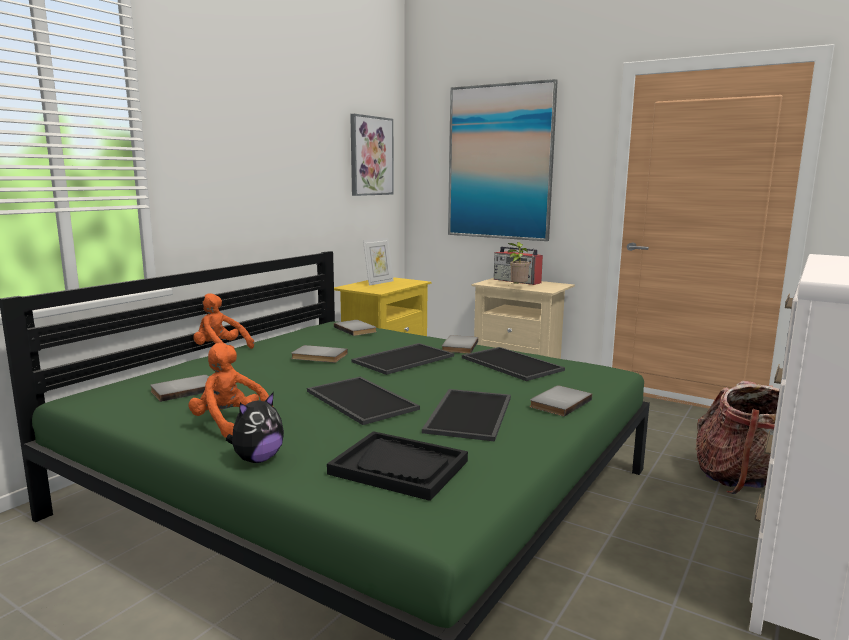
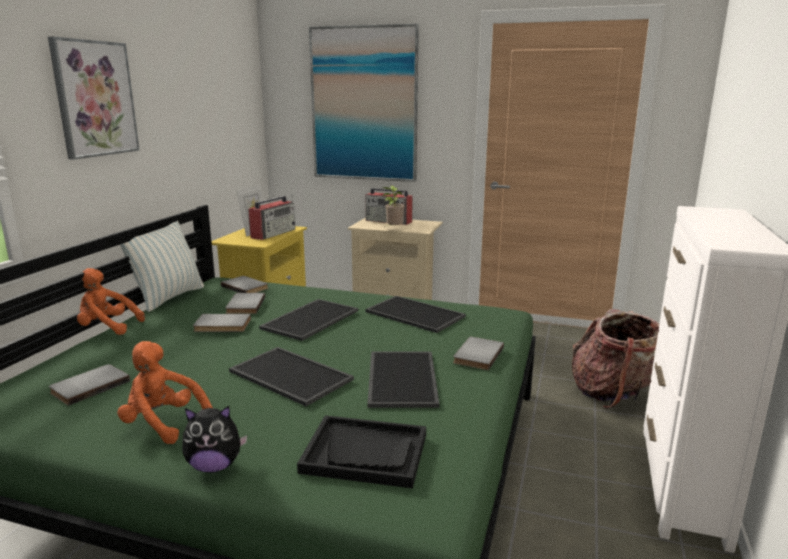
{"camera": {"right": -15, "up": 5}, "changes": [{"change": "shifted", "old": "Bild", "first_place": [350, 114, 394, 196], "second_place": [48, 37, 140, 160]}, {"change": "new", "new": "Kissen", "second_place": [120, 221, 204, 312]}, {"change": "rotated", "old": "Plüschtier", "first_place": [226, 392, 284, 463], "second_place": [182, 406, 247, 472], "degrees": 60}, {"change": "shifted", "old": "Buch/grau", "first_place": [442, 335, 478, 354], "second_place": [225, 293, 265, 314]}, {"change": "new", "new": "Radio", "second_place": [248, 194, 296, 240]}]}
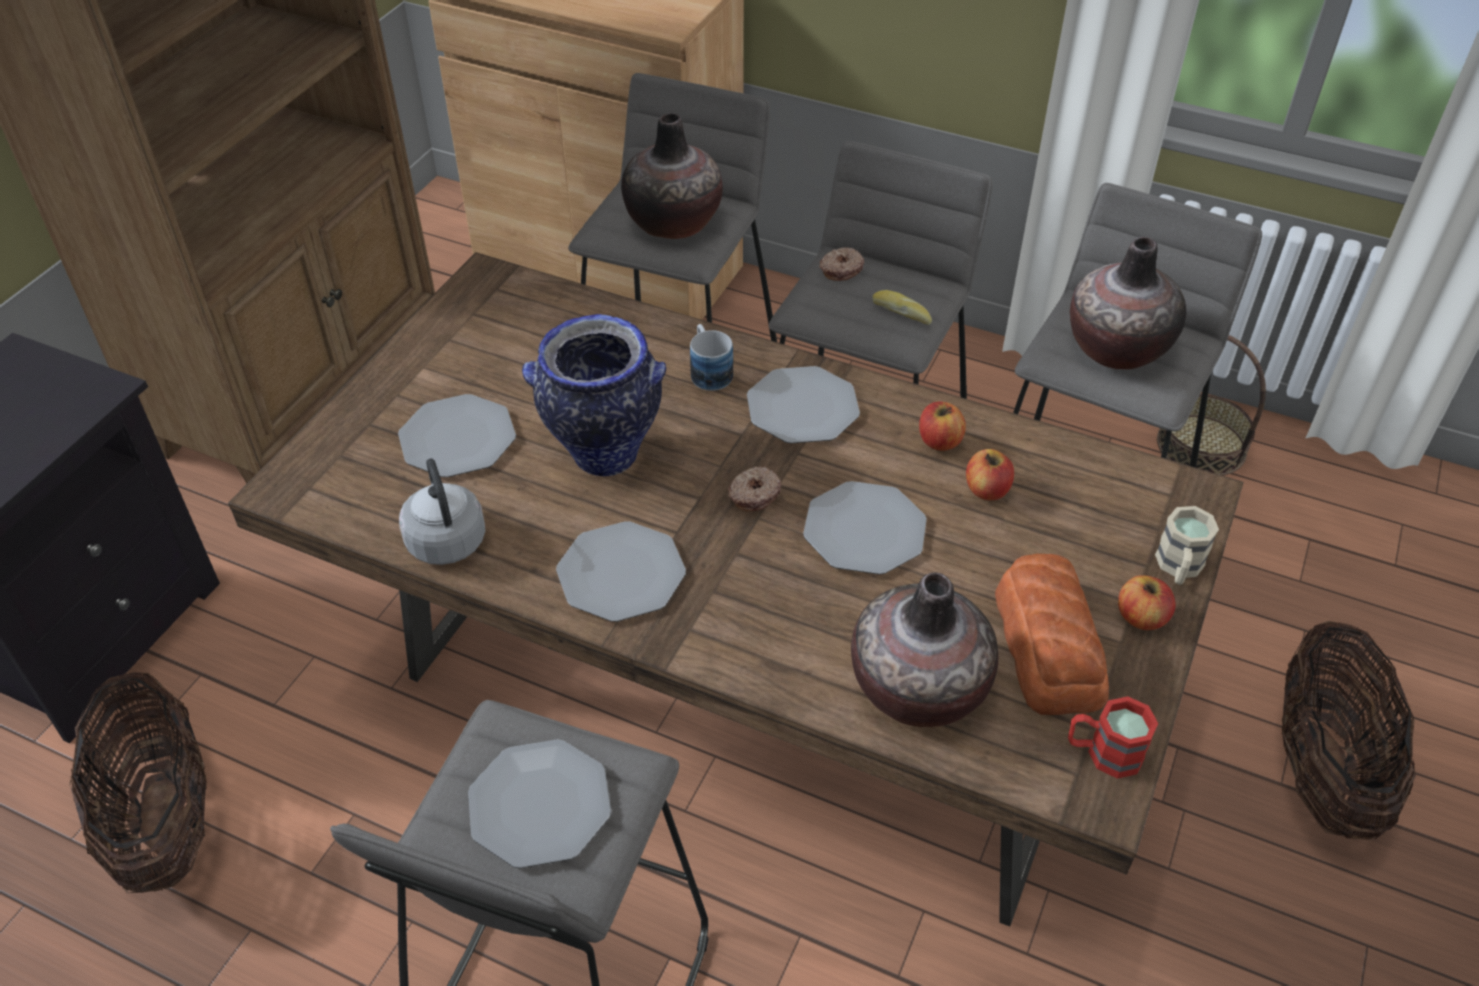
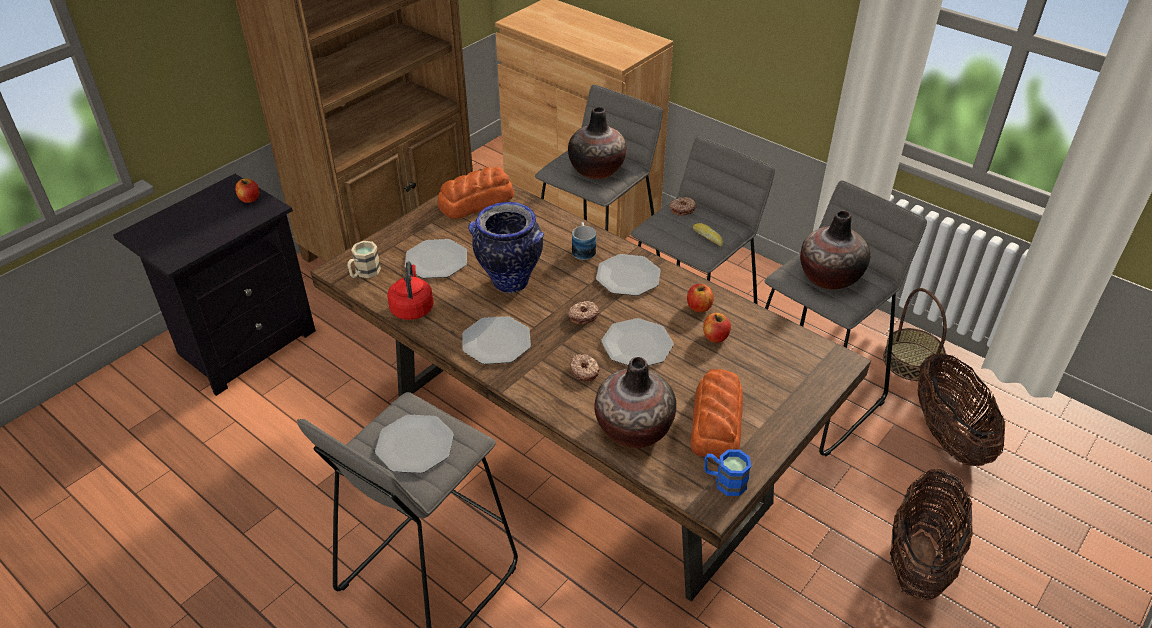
{"camera": {"right": 15, "up": -5}, "changes": [{"change": "shifted", "old": "Apfel", "first_place": [1118, 576, 1175, 630], "second_place": [235, 178, 259, 203]}, {"change": "shifted", "old": "Henkelbecher/beige", "first_place": [1155, 506, 1219, 585], "second_place": [348, 241, 381, 278]}, {"change": "repainted", "old": "Wasserkessel/grau", "new": "Wasserkessel/rot", "first_place": [399, 458, 486, 565], "second_place": [387, 262, 434, 320]}, {"change": "new", "new": "Brot", "second_place": [437, 167, 514, 219]}, {"change": "new", "new": "Donut", "second_place": [570, 354, 600, 382]}, {"change": "repainted", "old": "Henkelbecher/rot", "new": "Henkelbecher/blau", "first_place": [1068, 696, 1158, 779], "second_place": [704, 449, 751, 496]}, {"change": "shifted", "old": "Korb", "first_place": [69, 673, 207, 893], "second_place": [918, 353, 1005, 466]}]}
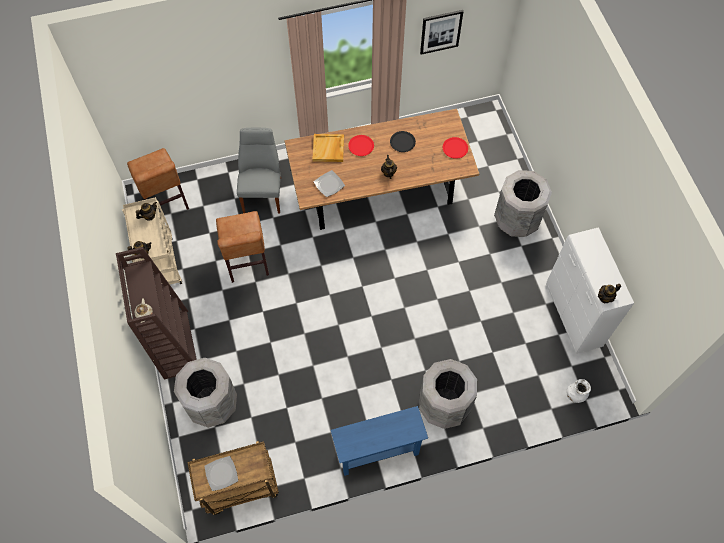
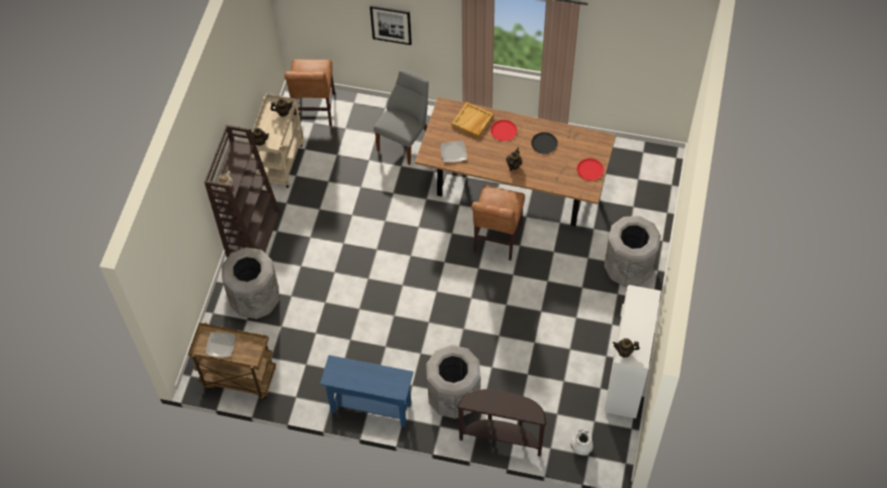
{"camera": {"right": 30, "up": -5}, "changes": [{"change": "shifted", "old": "Bild", "first_place": [420, 10, 463, 55], "second_place": [370, 5, 412, 45]}, {"change": "new", "new": "Konsolentisch/braun", "second_place": [457, 389, 546, 456]}, {"change": "shifted", "old": "Stuhl/braun", "first_place": [216, 211, 269, 283], "second_place": [471, 185, 525, 261]}]}
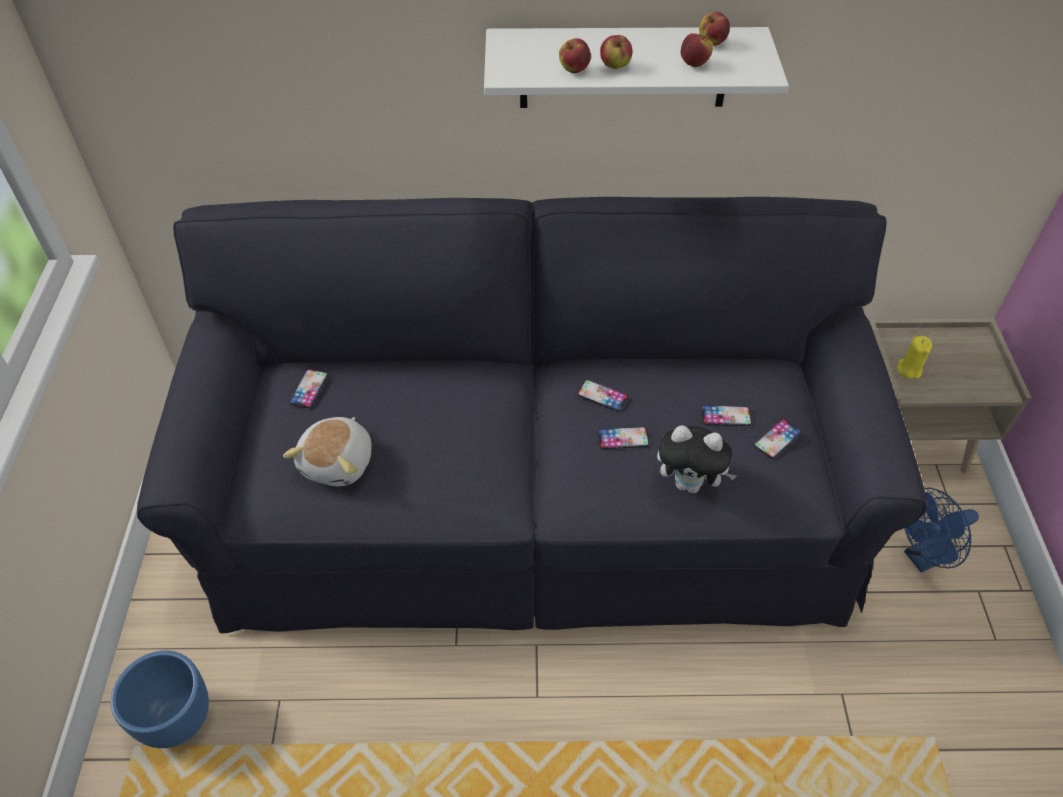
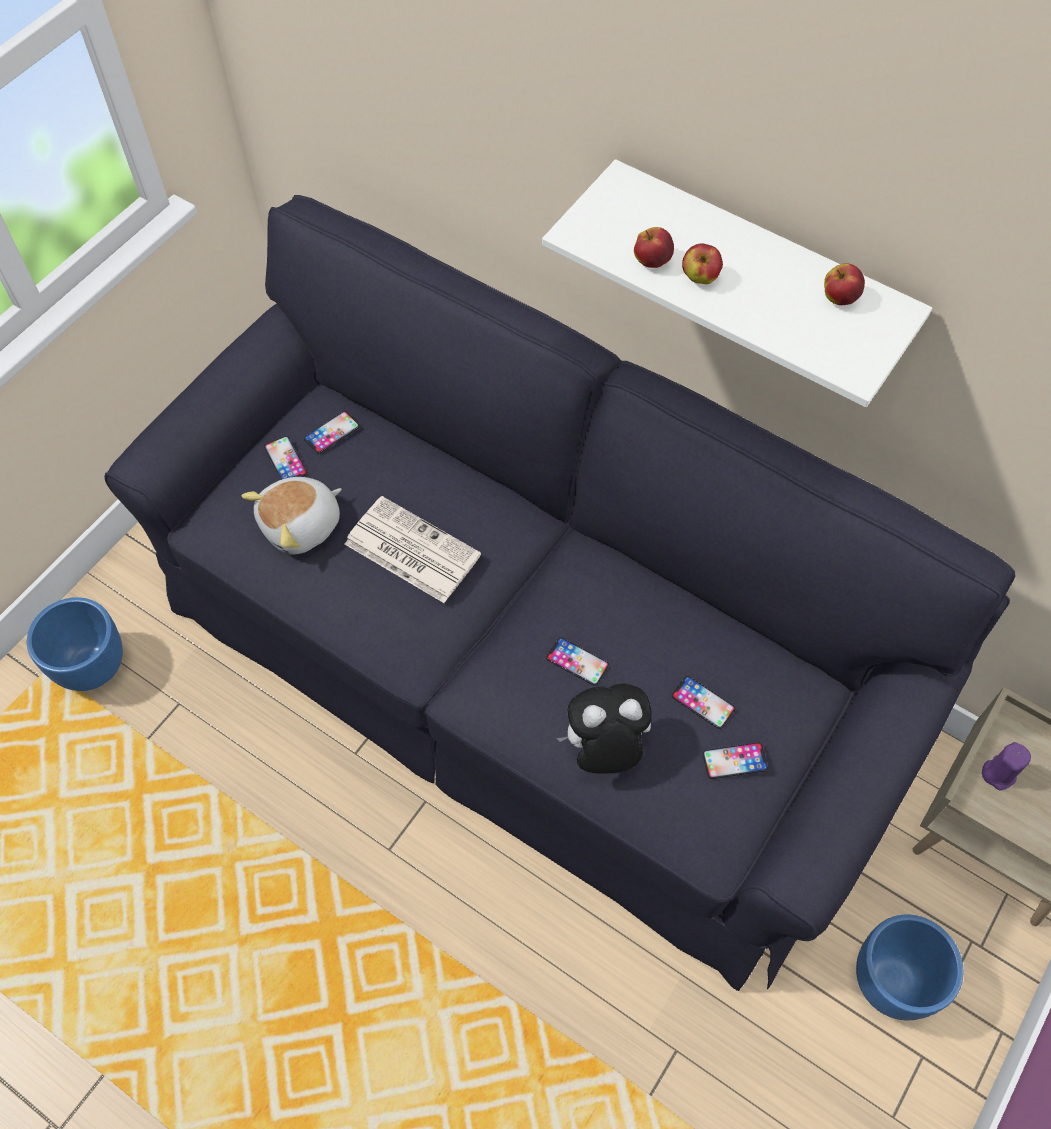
{"camera": {"right": 35, "up": 10}, "changes": [{"change": "shifted", "old": "Handy", "first_place": [577, 380, 629, 412], "second_place": [264, 436, 307, 480]}, {"change": "new", "new": "Zeitung", "second_place": [345, 496, 481, 603]}, {"change": "rotated", "old": "Plüschtier", "first_place": [657, 425, 737, 493], "second_place": [556, 683, 652, 773], "degrees": 120}, {"change": "swapped", "old": "Ventilator/blau", "new": "Pflanzkübel/blau", "first_place": [904, 488, 979, 572], "second_place": [856, 914, 964, 1021]}, {"change": "repainted", "old": "Kerze/gelb", "new": "Kerze/lila", "first_place": [897, 336, 932, 379], "second_place": [982, 742, 1031, 790]}, {"change": "gone", "old": "Apfel", "first_place": [681, 33, 713, 67]}]}
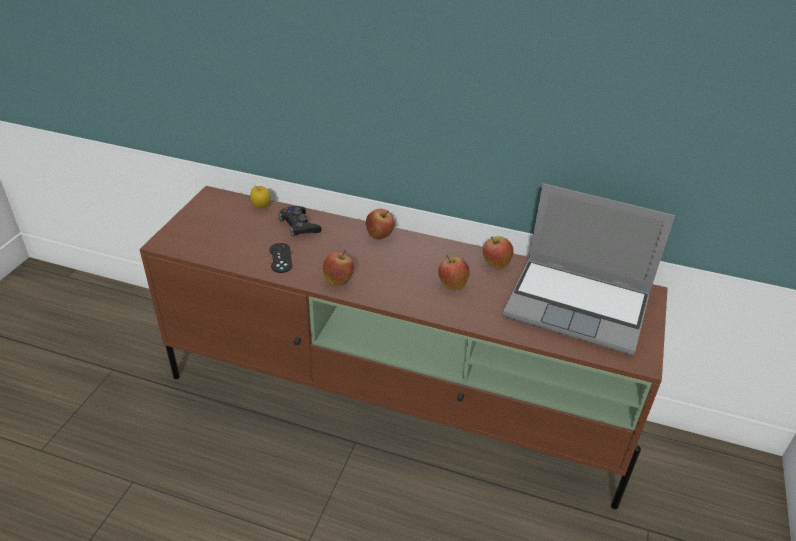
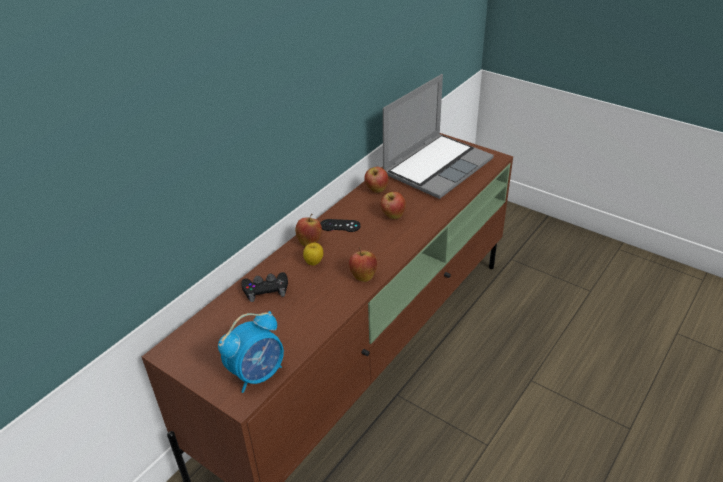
{"camera": {"right": -70, "up": 0}, "changes": [{"change": "new", "new": "Wecker", "second_place": [218, 311, 284, 393]}, {"change": "shifted", "old": "Apfel", "first_place": [250, 186, 270, 208], "second_place": [303, 243, 323, 266]}, {"change": "shifted", "old": "Gamepad/schwarz", "first_place": [270, 243, 292, 273], "second_place": [320, 219, 361, 232]}]}
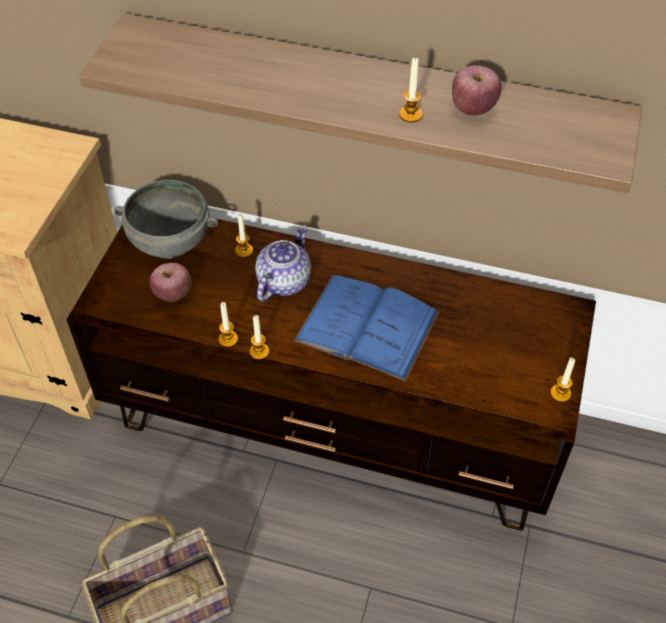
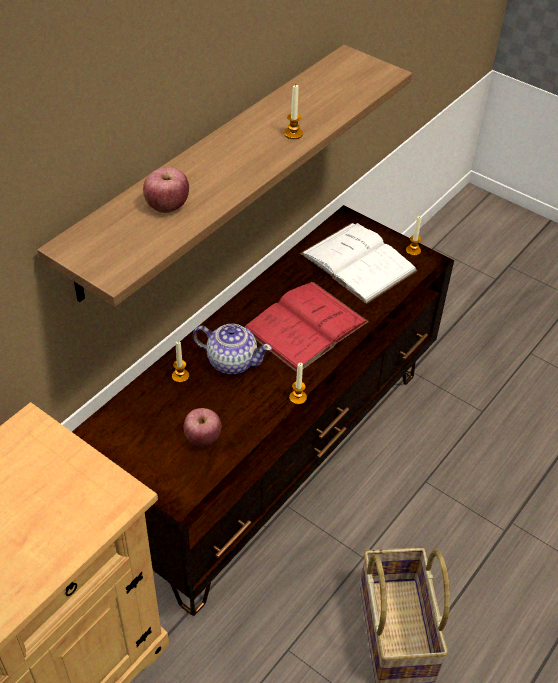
{"camera": {"right": -70, "up": -5}, "changes": [{"change": "shifted", "old": "Apfel", "first_place": [452, 65, 501, 116], "second_place": [143, 167, 189, 213]}, {"change": "rotated", "old": "Teekanne", "first_place": [255, 225, 311, 302], "second_place": [193, 324, 272, 374], "degrees": 150}, {"change": "repainted", "old": "Buch/blau", "new": "Buch/rot", "first_place": [294, 275, 440, 381], "second_place": [245, 282, 369, 372]}, {"change": "new", "new": "Buch/weiß", "second_place": [300, 223, 418, 304]}, {"change": "gone", "old": "Schüssel/grau", "first_place": [114, 180, 218, 258]}, {"change": "gone", "old": "Kerze", "first_place": [218, 302, 238, 347]}]}
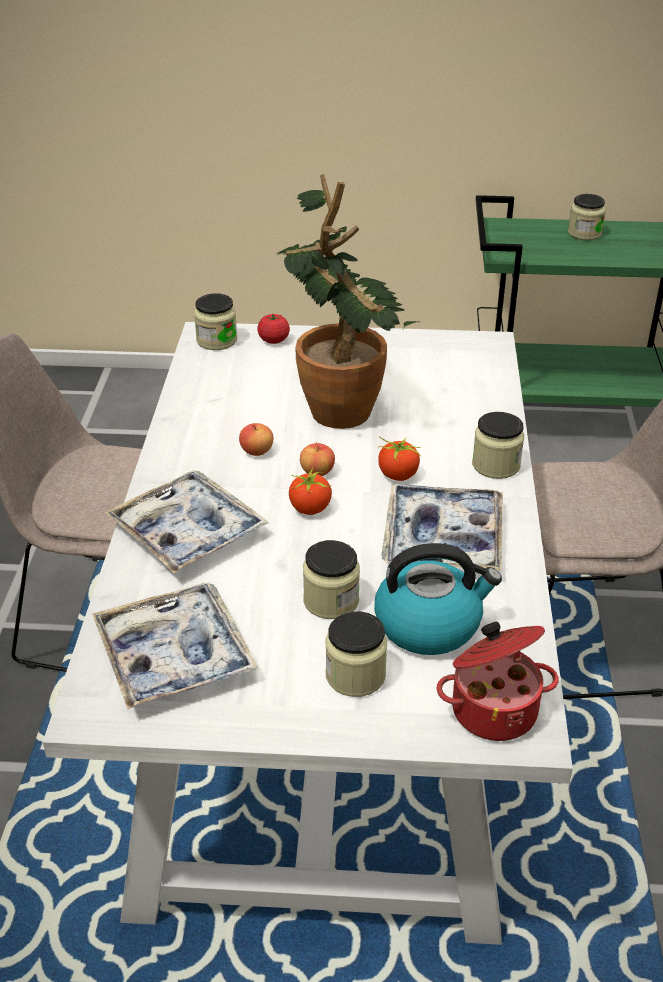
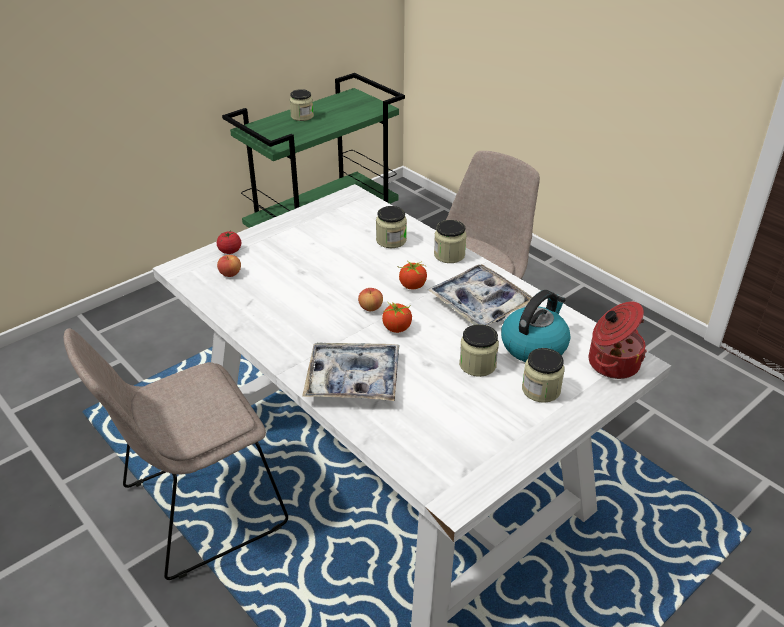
{"camera": {"right": -45, "up": 0}, "changes": [{"change": "shifted", "old": "Apfel", "first_place": [239, 423, 273, 456], "second_place": [217, 255, 241, 277]}, {"change": "shifted", "old": "Vorratsglas", "first_place": [194, 293, 237, 350], "second_place": [376, 206, 407, 248]}, {"change": "gone", "old": "Tablett", "first_place": [92, 582, 258, 709]}, {"change": "gone", "old": "Topfpflanze", "first_place": [276, 174, 419, 429]}]}
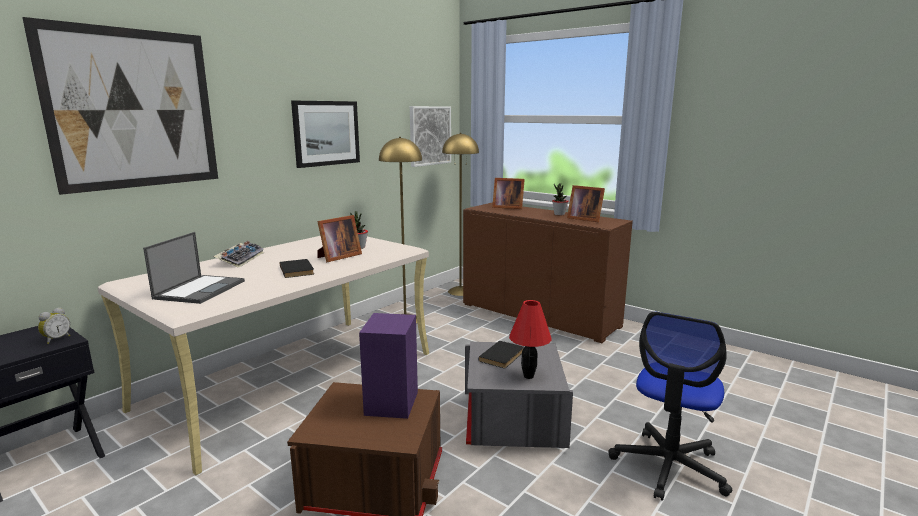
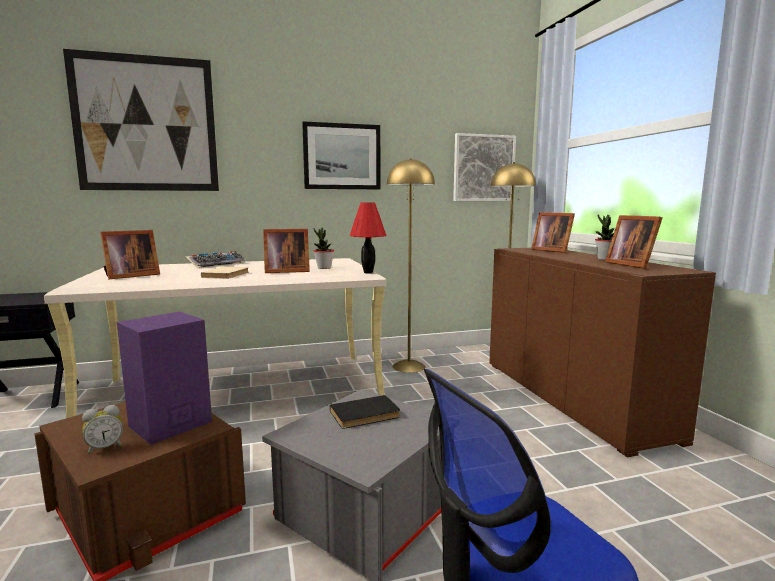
{"camera": {"right": 35, "up": -5}, "changes": [{"change": "shifted", "old": "Wecker", "first_place": [38, 307, 70, 344], "second_place": [82, 405, 123, 455]}, {"change": "swapped", "old": "Laptop", "new": "Bilderrahmen", "first_place": [143, 232, 245, 304], "second_place": [100, 230, 160, 279]}, {"change": "repainted", "old": "Buch/schwarz", "new": "Buch/beige", "first_place": [280, 259, 314, 278], "second_place": [201, 267, 249, 279]}, {"change": "shifted", "old": "Tischlampe/rot", "first_place": [509, 300, 552, 379], "second_place": [350, 203, 386, 274]}]}
